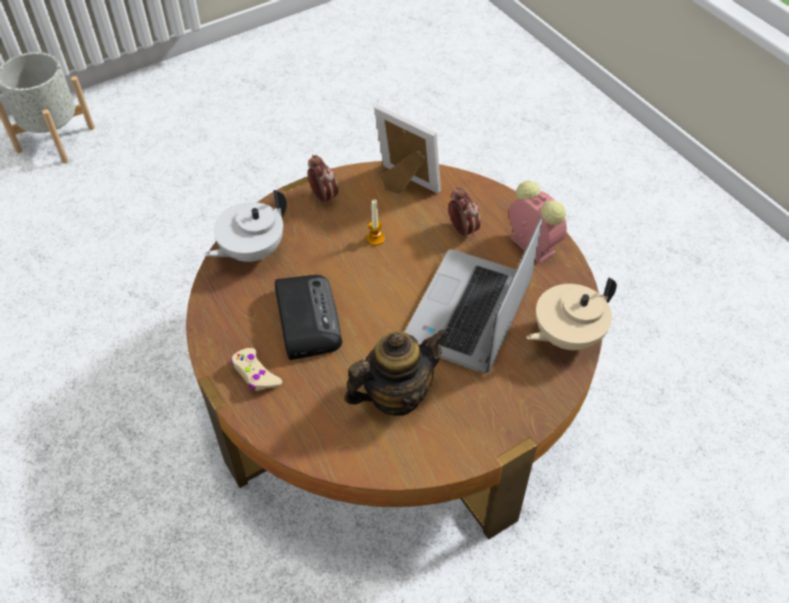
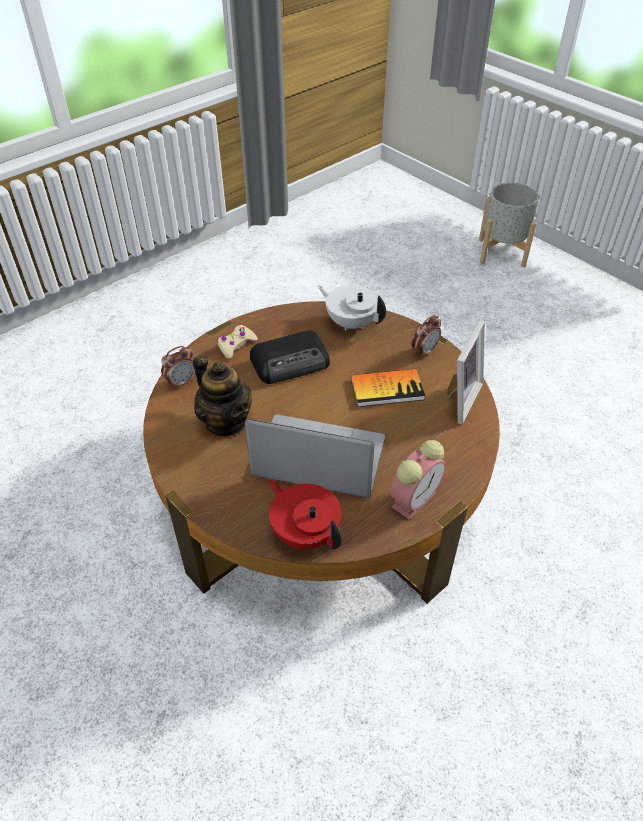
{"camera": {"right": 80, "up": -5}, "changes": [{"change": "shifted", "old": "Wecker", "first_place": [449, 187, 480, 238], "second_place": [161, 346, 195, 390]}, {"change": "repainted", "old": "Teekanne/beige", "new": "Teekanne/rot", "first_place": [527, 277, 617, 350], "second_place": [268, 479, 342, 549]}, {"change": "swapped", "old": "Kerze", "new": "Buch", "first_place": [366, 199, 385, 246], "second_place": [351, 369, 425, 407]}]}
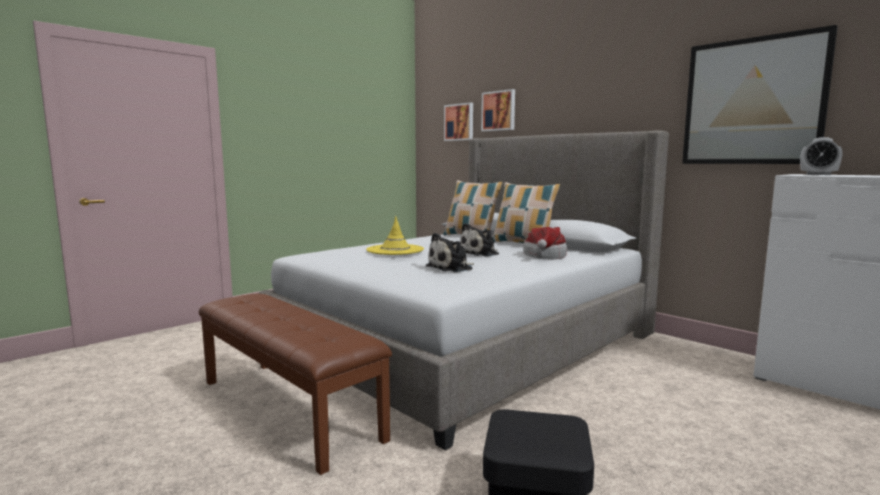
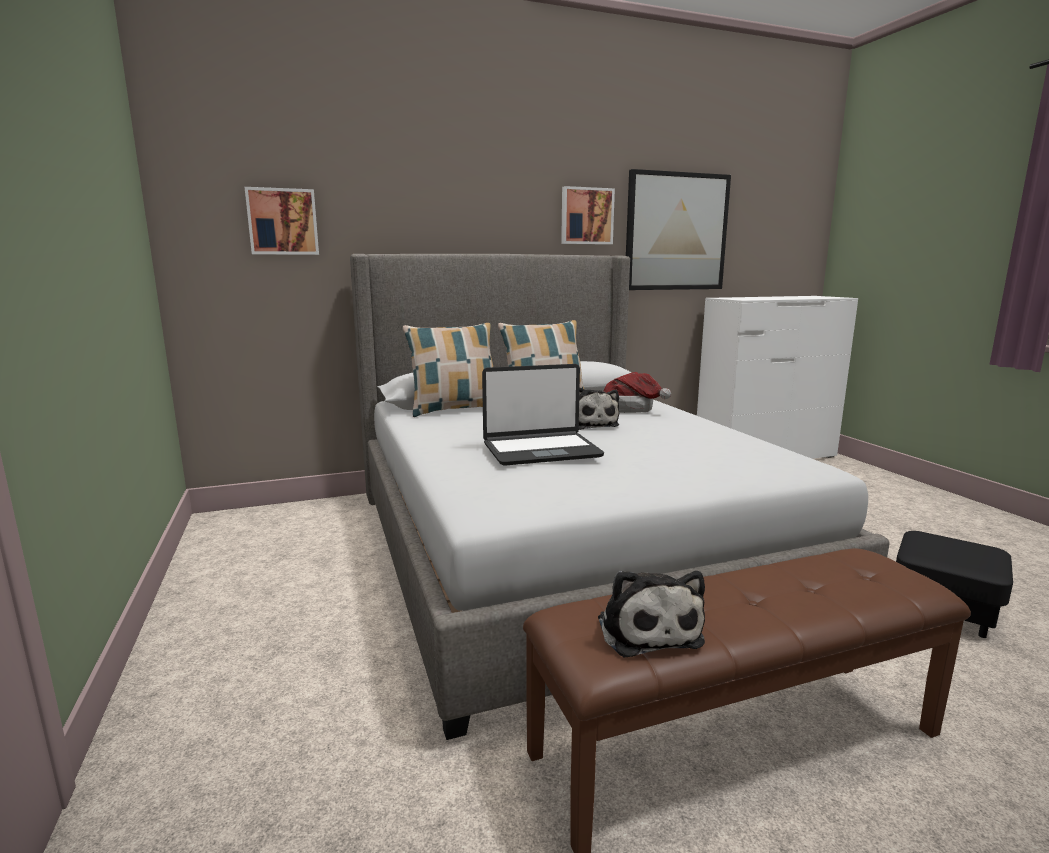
{"camera": {"right": -65, "up": 5}, "changes": [{"change": "swapped", "old": "Hut/gelb", "new": "Laptop", "first_place": [366, 216, 424, 255], "second_place": [482, 364, 604, 466]}, {"change": "shifted", "old": "Bild", "first_place": [481, 89, 515, 131], "second_place": [561, 186, 615, 245]}, {"change": "shifted", "old": "Plüschtier", "first_place": [426, 233, 474, 272], "second_place": [598, 571, 705, 657]}, {"change": "gone", "old": "Wecker", "first_place": [800, 137, 842, 175]}]}
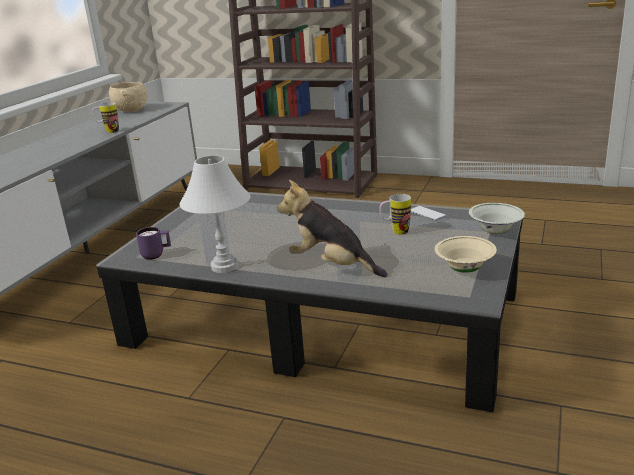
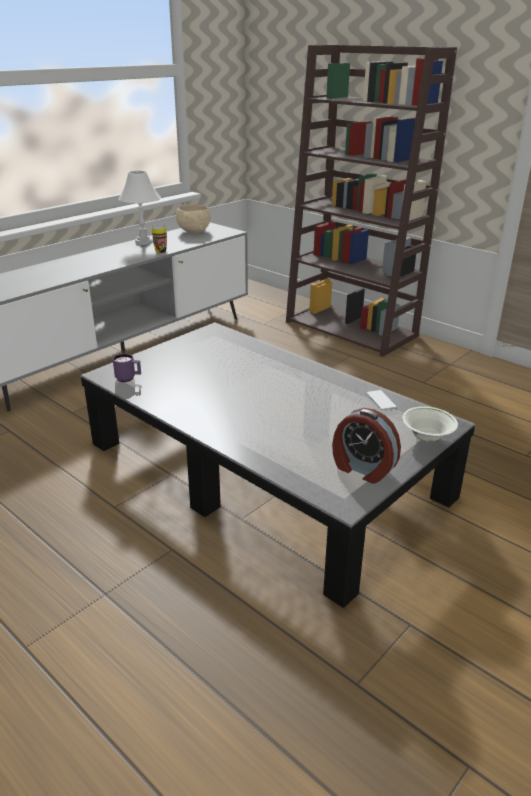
{"camera": {"right": 20, "up": 5}, "changes": [{"change": "shifted", "old": "Tischlampe/weiß", "first_place": [179, 156, 250, 273], "second_place": [118, 171, 161, 245]}, {"change": "swapped", "old": "Schüssel/beige", "new": "Wecker", "first_place": [435, 236, 497, 273], "second_place": [332, 408, 401, 484]}, {"change": "gone", "old": "Plüschtier", "first_place": [277, 180, 388, 277]}, {"change": "gone", "old": "Henkelbecher", "first_place": [379, 194, 411, 235]}]}
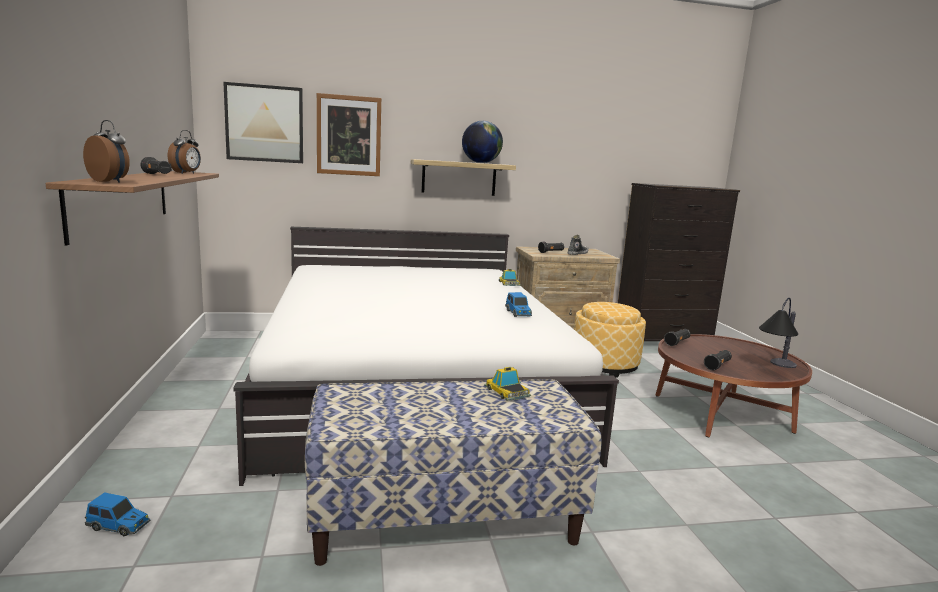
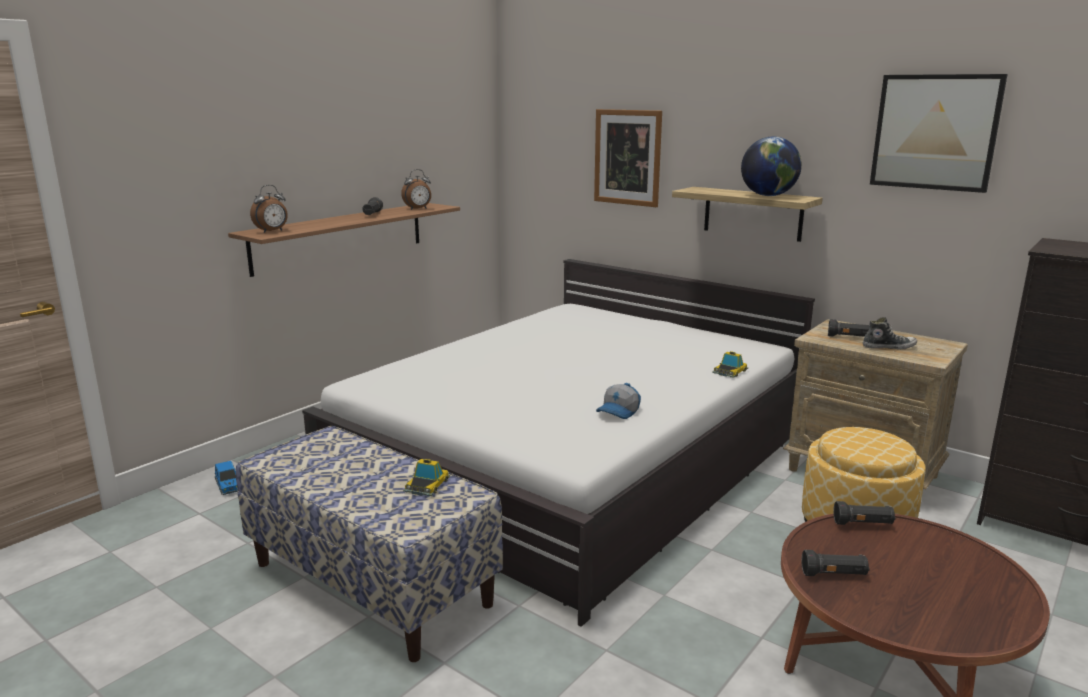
{"camera": {"right": 50, "up": 5}, "changes": [{"change": "rotated", "old": "Wecker", "first_place": [83, 120, 130, 183], "second_place": [250, 185, 288, 233], "degrees": 60}, {"change": "swapped", "old": "Spielzeugauto", "new": "Kappe", "first_place": [505, 292, 532, 317], "second_place": [596, 383, 641, 419]}, {"change": "shifted", "old": "Bild", "first_place": [223, 82, 303, 163], "second_place": [870, 74, 1008, 193]}, {"change": "gone", "old": "Tischlampe", "first_place": [759, 298, 798, 368]}]}
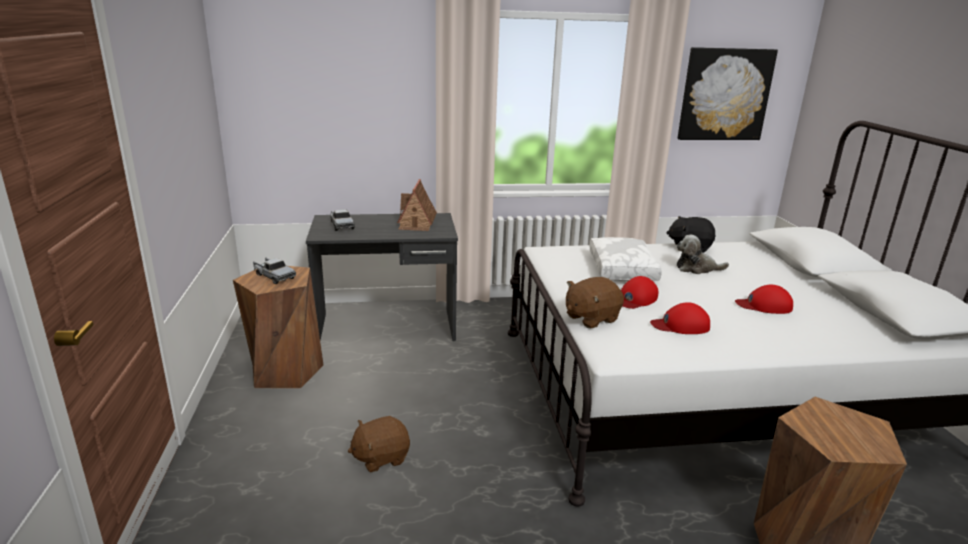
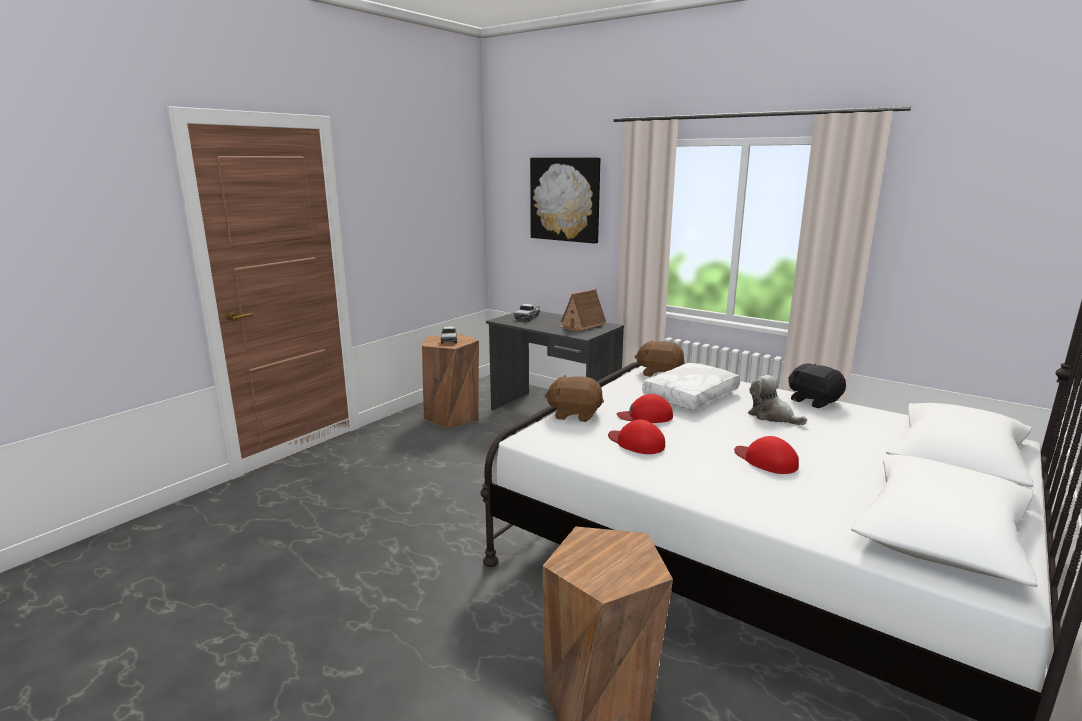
{"camera": {"right": 45, "up": -5}, "changes": [{"change": "shifted", "old": "Bild", "first_place": [678, 47, 778, 140], "second_place": [530, 157, 600, 244]}, {"change": "shifted", "old": "Plüschtier/braun", "first_place": [348, 416, 410, 473], "second_place": [634, 341, 685, 377]}]}
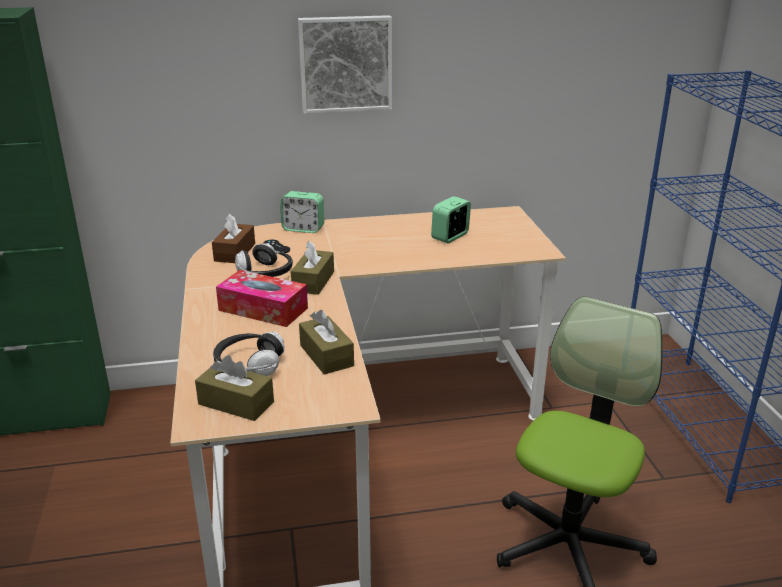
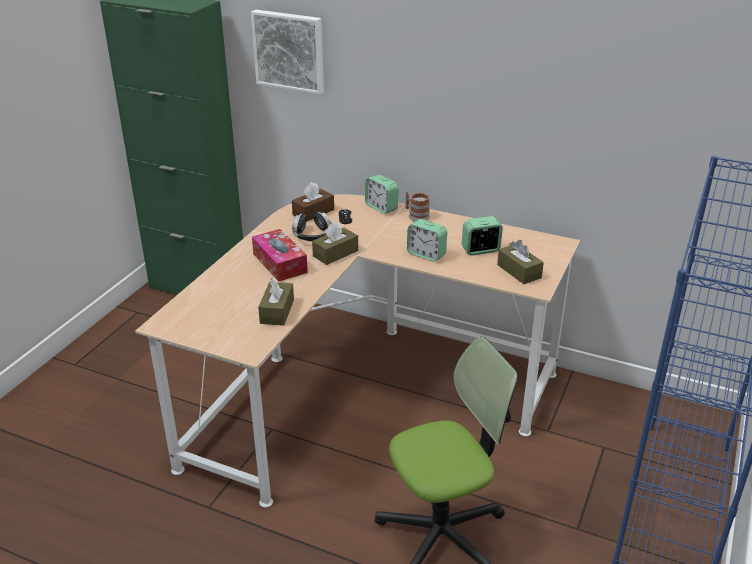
{"camera": {"right": 35, "up": 5}, "changes": [{"change": "shifted", "old": "Bild", "first_place": [298, 15, 392, 114], "second_place": [251, 10, 324, 94]}, {"change": "new", "new": "Henkelbecher", "second_place": [405, 192, 430, 221]}, {"change": "new", "new": "Wecker", "second_place": [407, 219, 447, 262]}, {"change": "shifted", "old": "Taschentuchbox/braun", "first_place": [195, 355, 274, 421], "second_place": [497, 240, 544, 284]}, {"change": "gone", "old": "Kopfhörer", "first_place": [213, 332, 285, 376]}]}
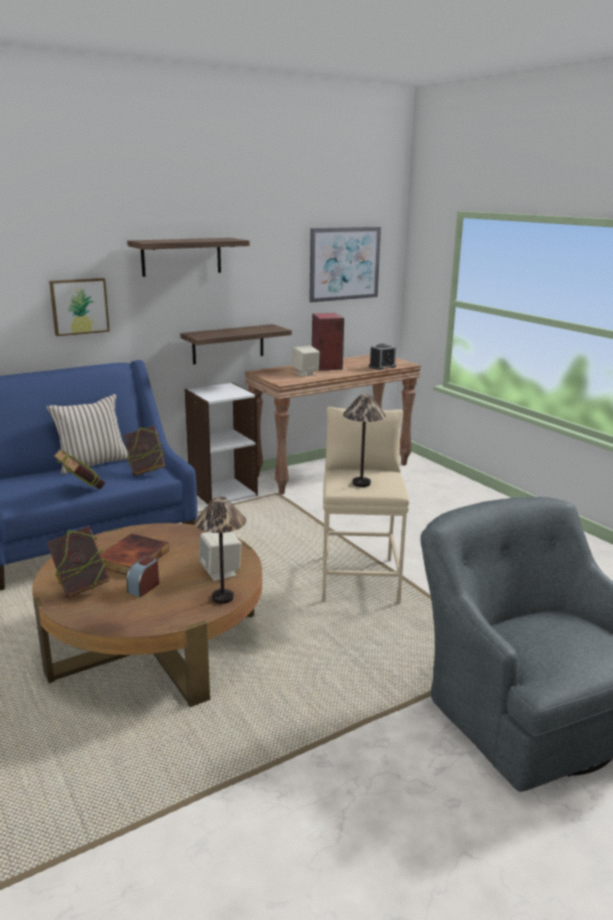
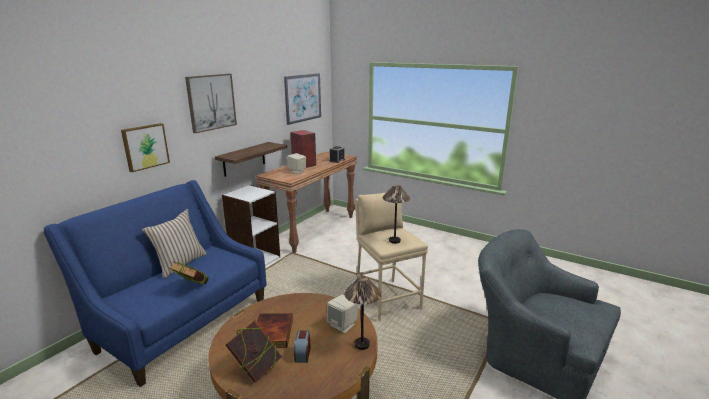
{"camera": {"right": -25, "up": 0}, "changes": [{"change": "swapped", "old": "Wandregal", "new": "Bild", "first_place": [127, 238, 250, 277], "second_place": [185, 74, 237, 133]}, {"change": "gone", "old": "Buch", "first_place": [124, 426, 166, 476]}]}
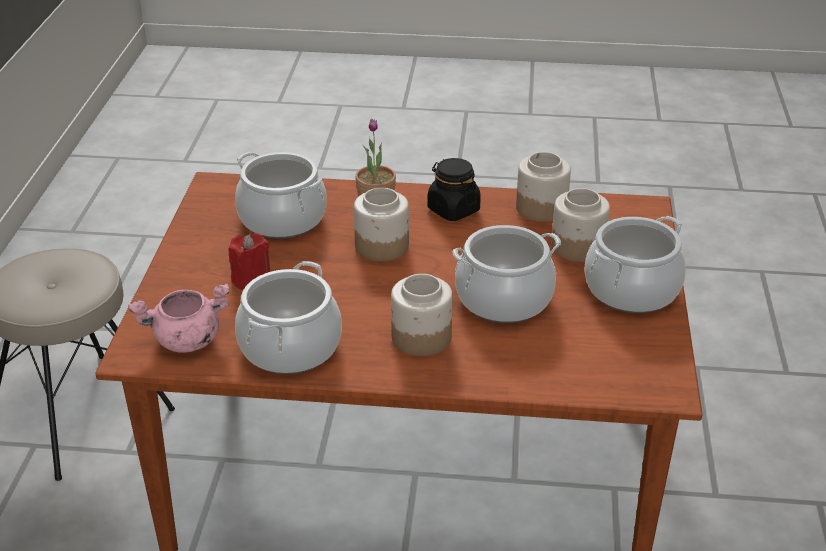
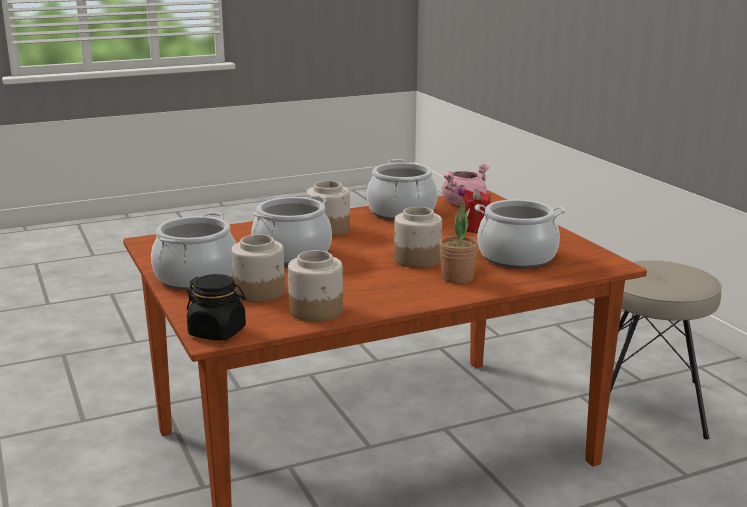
{"camera": {"right": 150, "up": -15}, "changes": [{"change": "shifted", "old": "Vorratsglas/schwarz", "first_place": [428, 158, 481, 221], "second_place": [186, 274, 246, 341]}]}
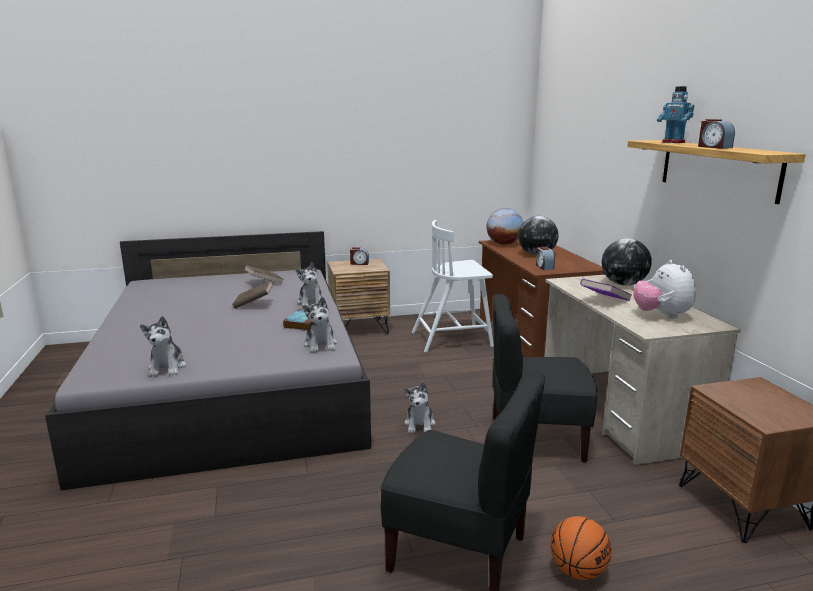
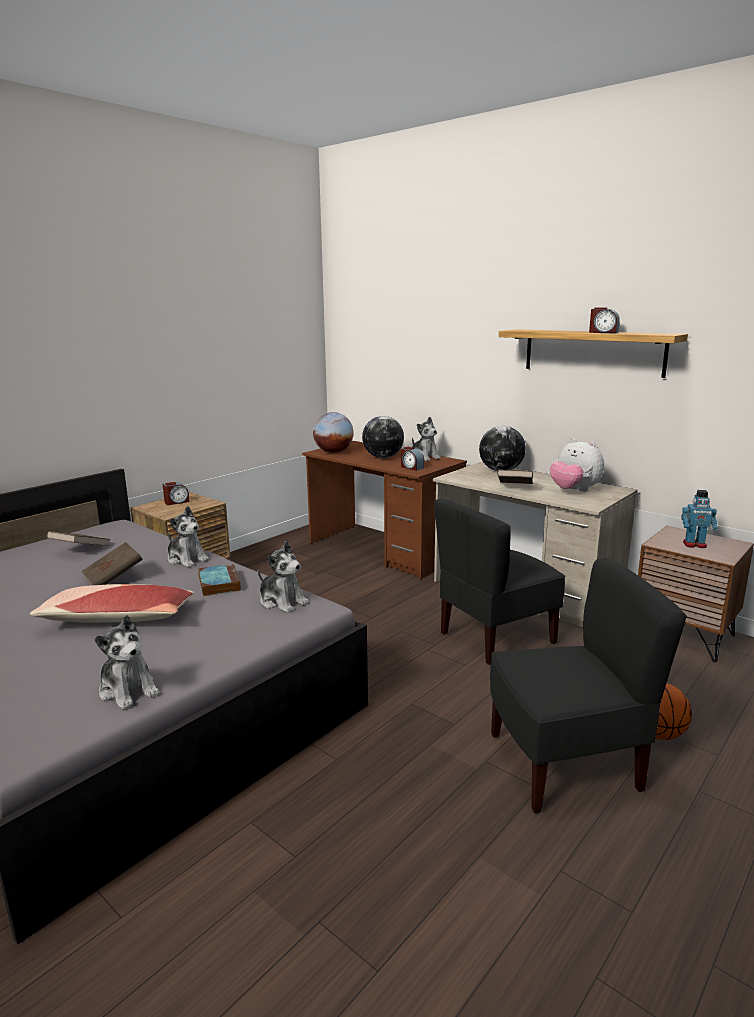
{"camera": {"right": -35, "up": 0}, "changes": [{"change": "new", "new": "Kissen", "second_place": [30, 584, 194, 623]}, {"change": "shifted", "old": "Plüschtier", "first_place": [404, 382, 436, 433], "second_place": [412, 417, 441, 461]}, {"change": "repainted", "old": "Buch/lila", "new": "Buch/braun", "first_place": [580, 279, 632, 301], "second_place": [497, 469, 533, 484]}, {"change": "shifted", "old": "Spielzeugroboter", "first_place": [657, 86, 694, 143], "second_place": [681, 490, 718, 548]}, {"change": "gone", "old": "Stuhl/weiß", "first_place": [412, 220, 494, 353]}]}
